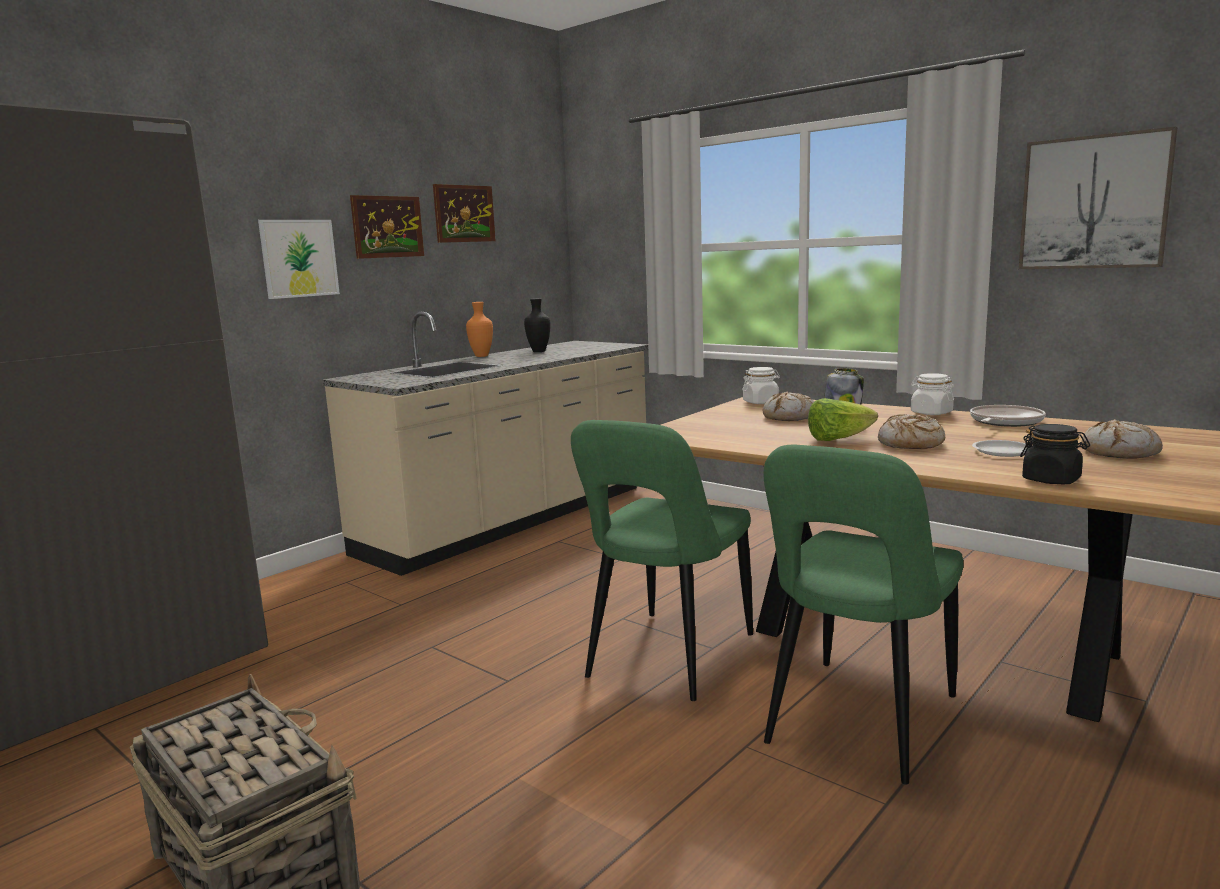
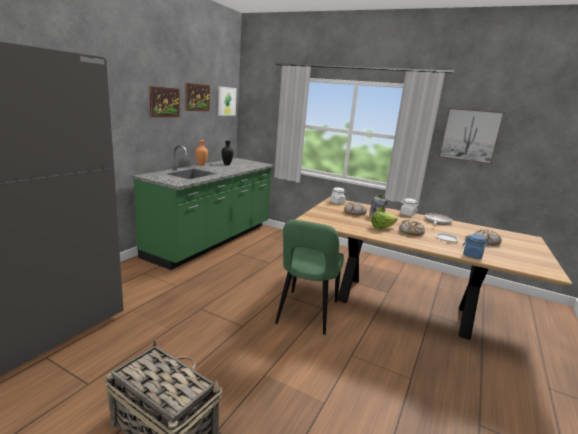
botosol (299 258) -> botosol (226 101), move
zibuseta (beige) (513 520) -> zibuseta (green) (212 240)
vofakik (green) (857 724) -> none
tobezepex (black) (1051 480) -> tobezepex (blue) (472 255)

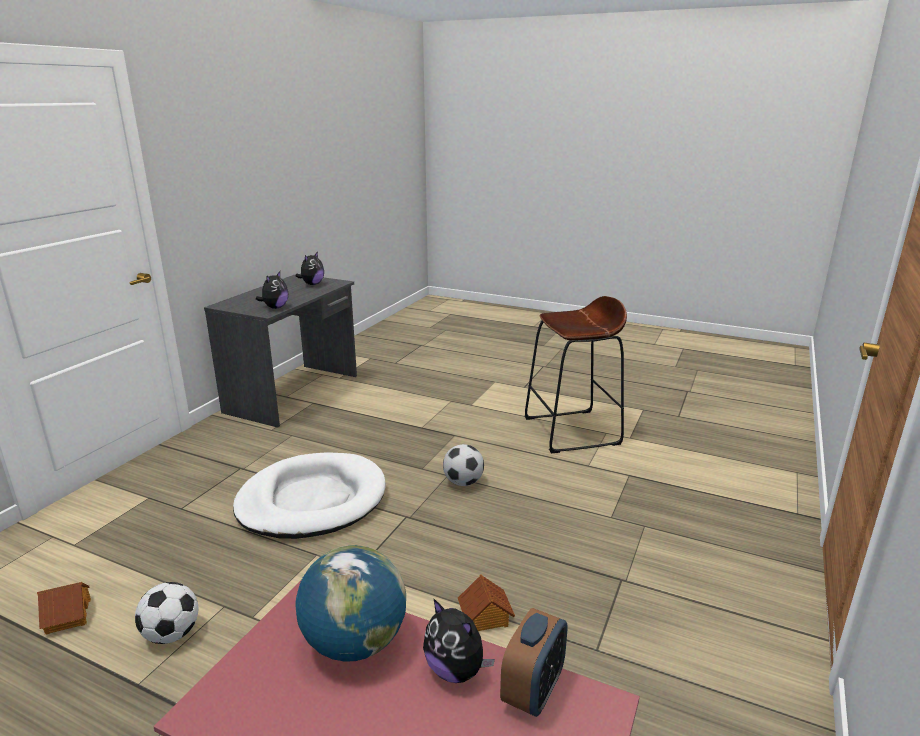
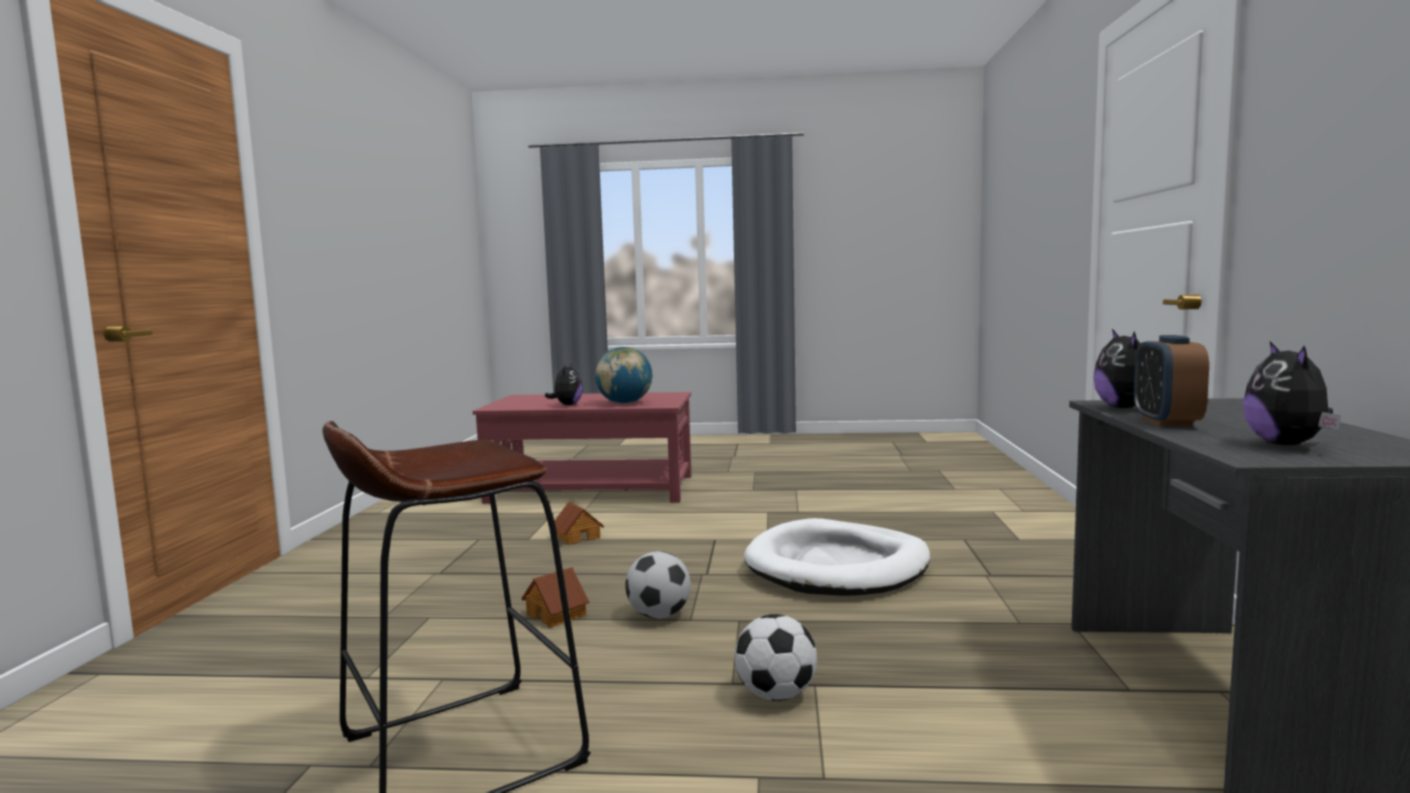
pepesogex (67 616) -> pepesogex (557 614), move
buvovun (172 634) -> buvovun (775 695), move
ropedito (456 670) -> ropedito (567 405), 75 degrees clockwise
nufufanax (533 691) -> nufufanax (1166 422), move

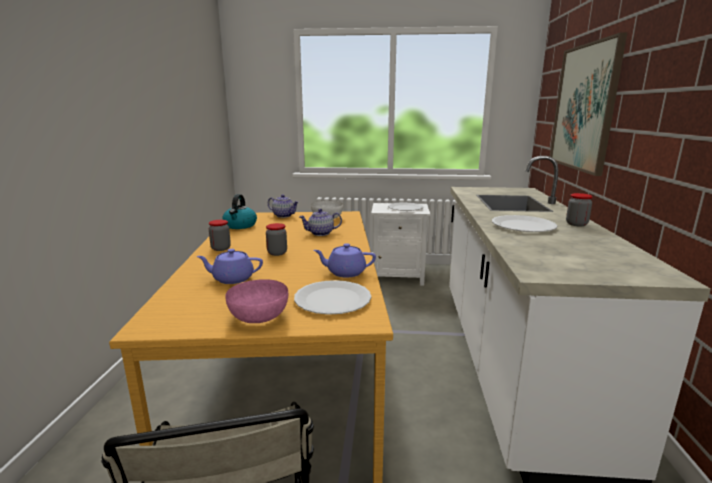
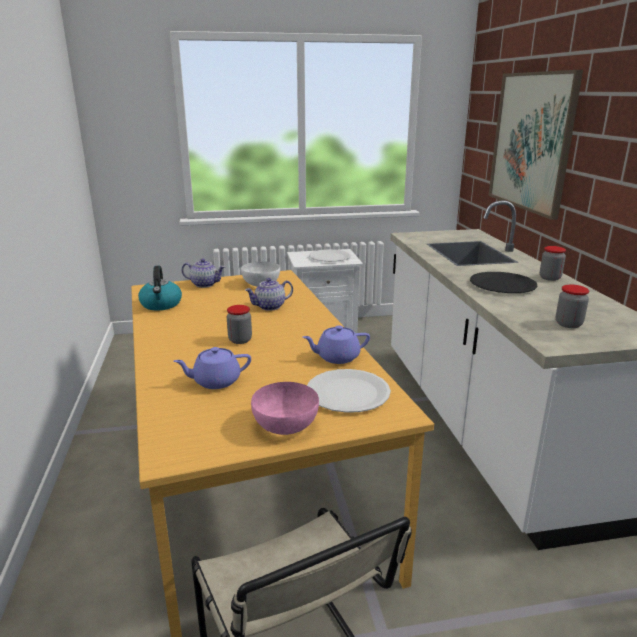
tobezepex (221 248) -> tobezepex (568 324), move
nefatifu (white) (523 226) -> nefatifu (black) (502 285)

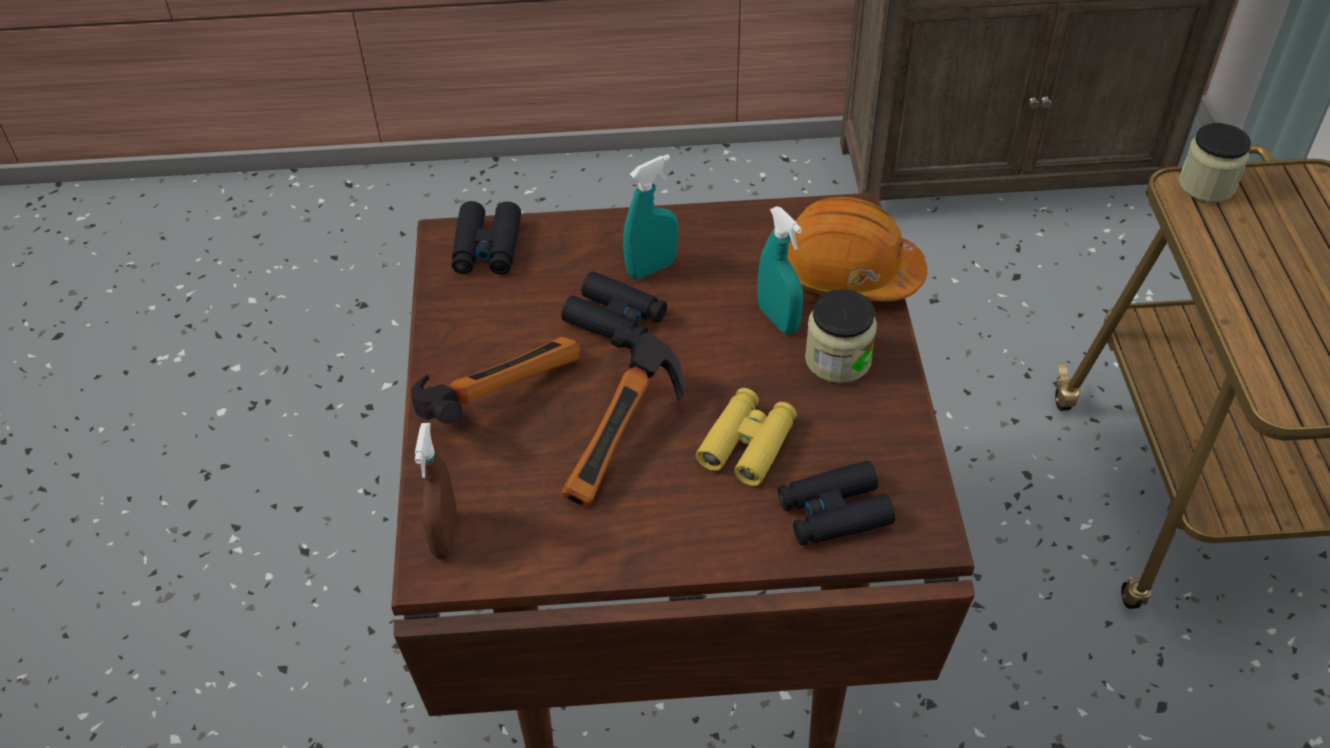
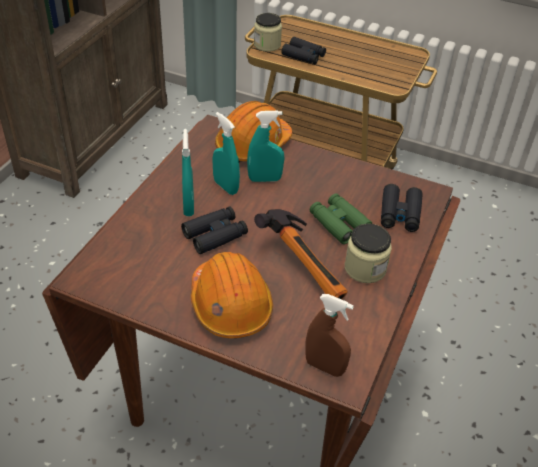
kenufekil (495 392) -> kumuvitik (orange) (230 305)
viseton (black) (487 247) -> viseton (black) (303 56), move
viseton (yellow) (747 444) -> viseton (green) (339 223)
tobezepex (838 359) -> tobezepex (365 268), move
none -> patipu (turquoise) (225 187)

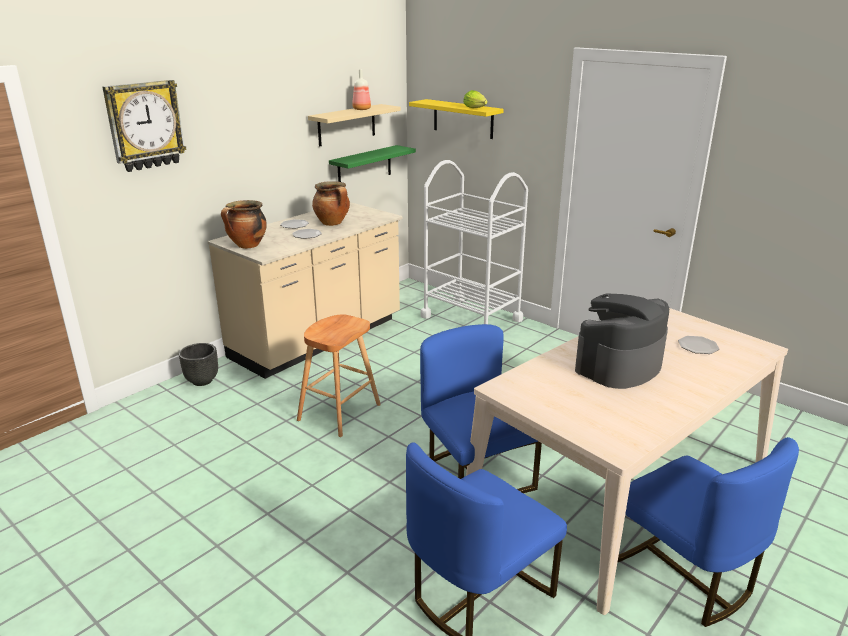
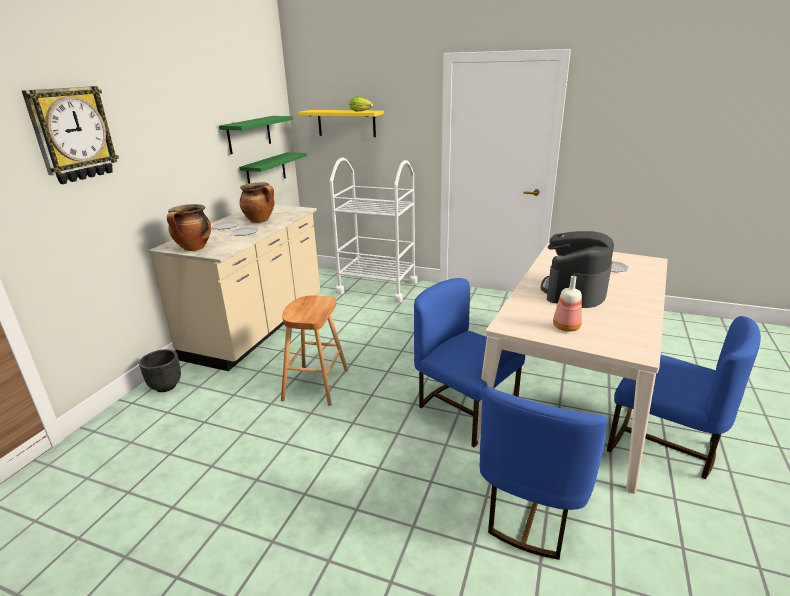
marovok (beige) (346 125) -> marovok (green) (249 134)
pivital (361 109) -> pivital (566 327), move

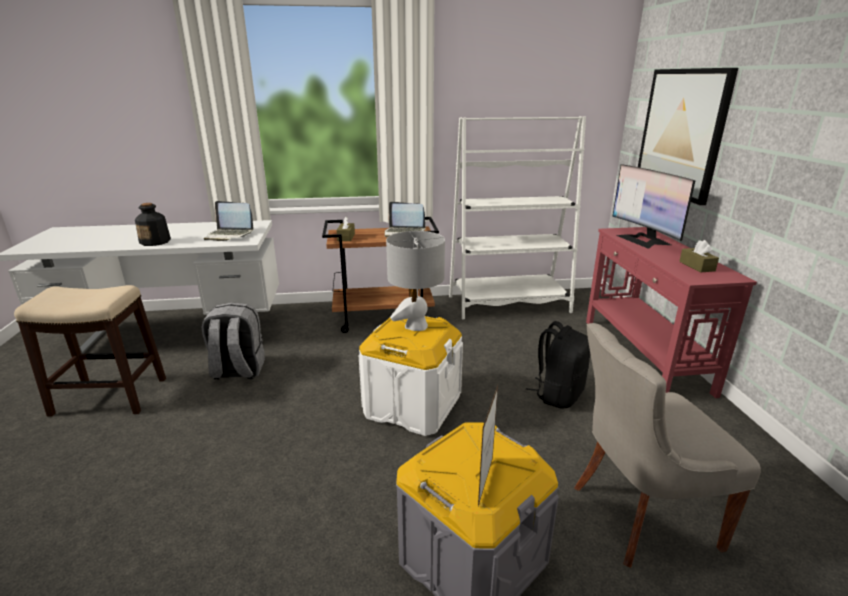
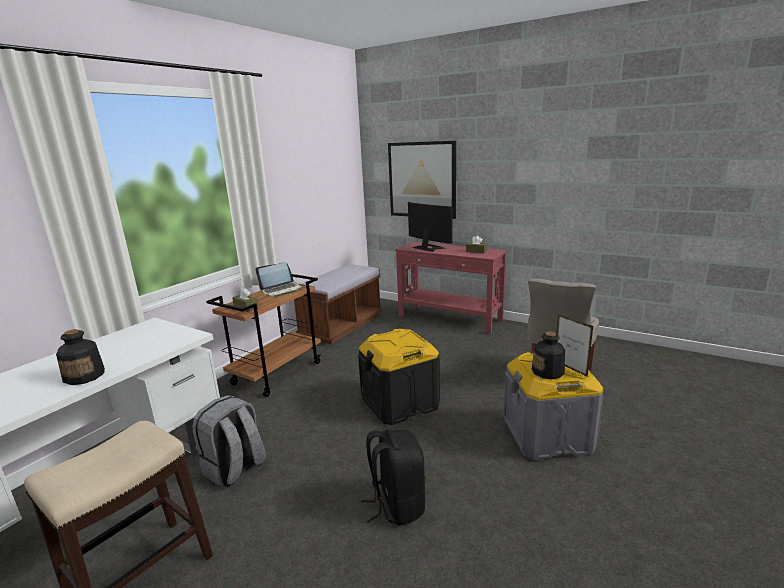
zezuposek (229 235) -> none
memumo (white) (412 405) -> memumo (black) (400 403)
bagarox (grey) (416 326) -> none
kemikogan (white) (509 304) -> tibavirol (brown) (341 326)
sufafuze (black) (558 394) -> sufafuze (black) (396 505), move
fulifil (643 240) -> fulifil (428 248), 150 degrees counterclockwise
none -> pivital (548 372)

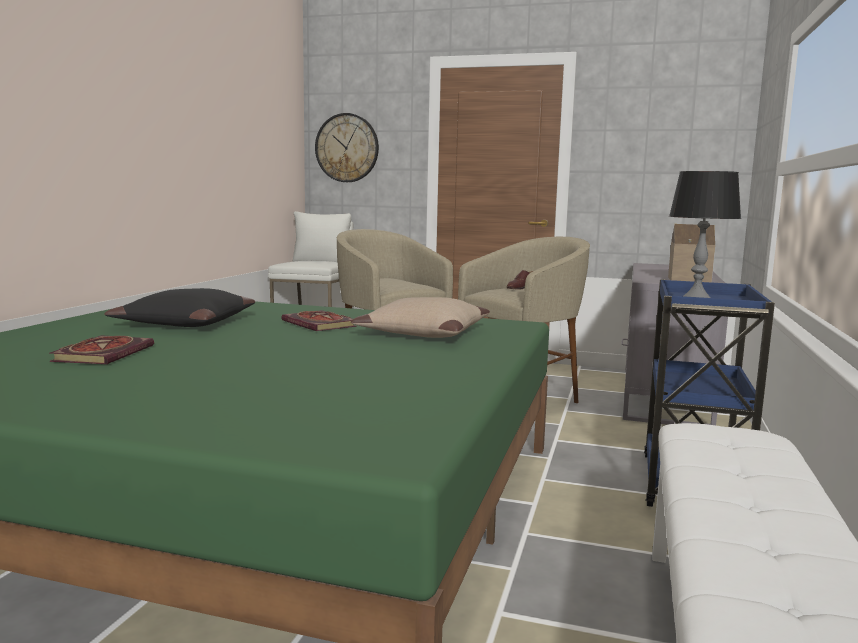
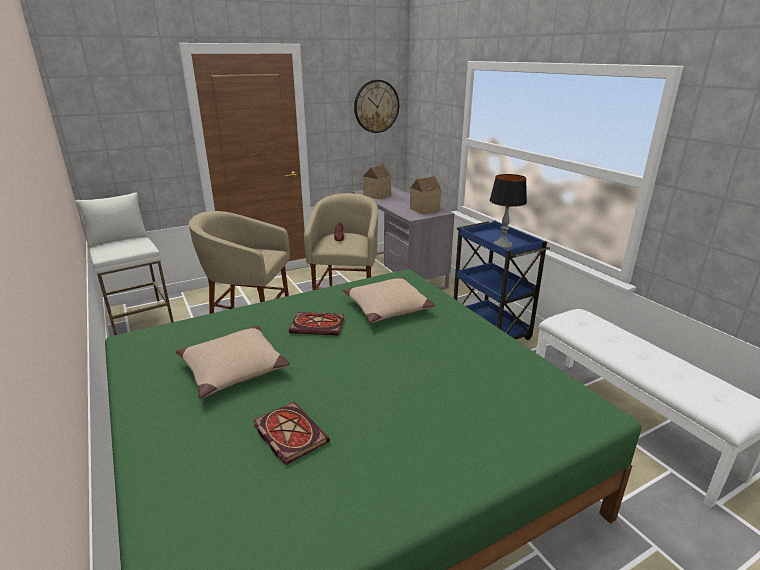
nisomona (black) (184 323) -> nisomona (beige) (234 369)
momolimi (347 148) -> momolimi (376 106), move
none -> pepesogex (376 195)

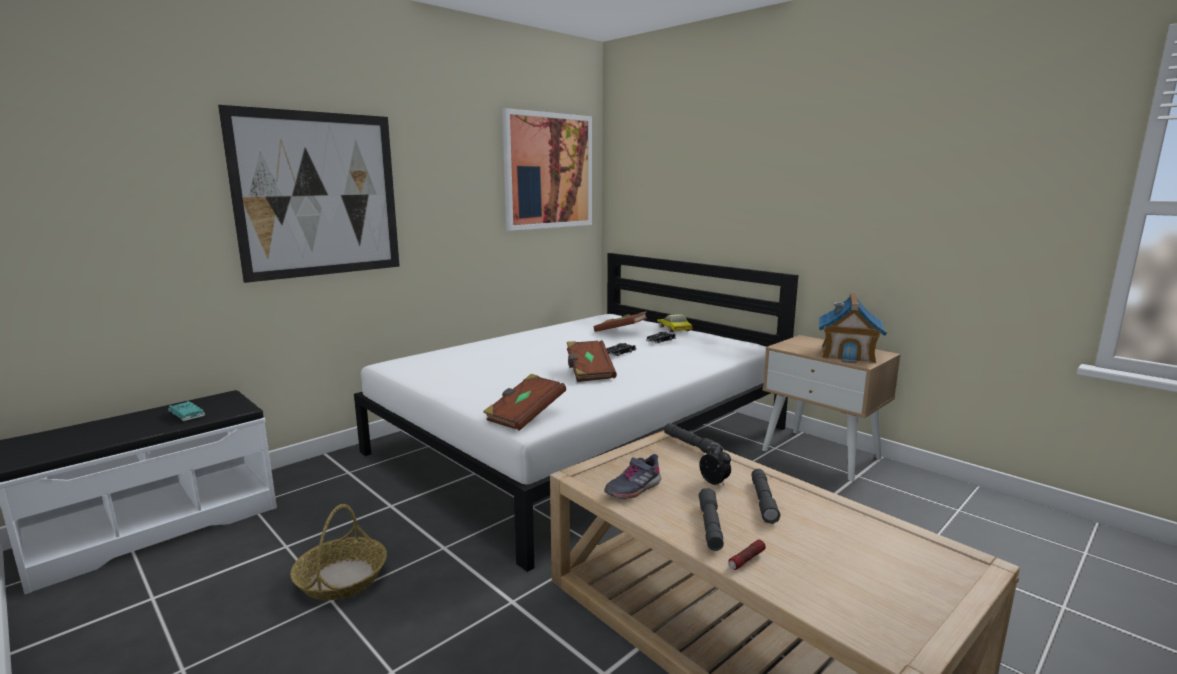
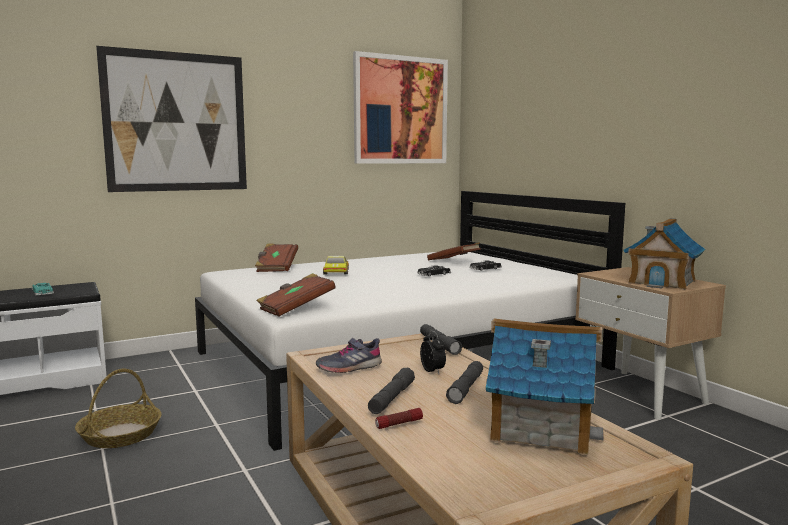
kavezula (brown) (589 372) -> kavezula (brown) (276 268), move
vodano (673 329) -> vodano (335 272), move
none -> pepesogex (540 427)

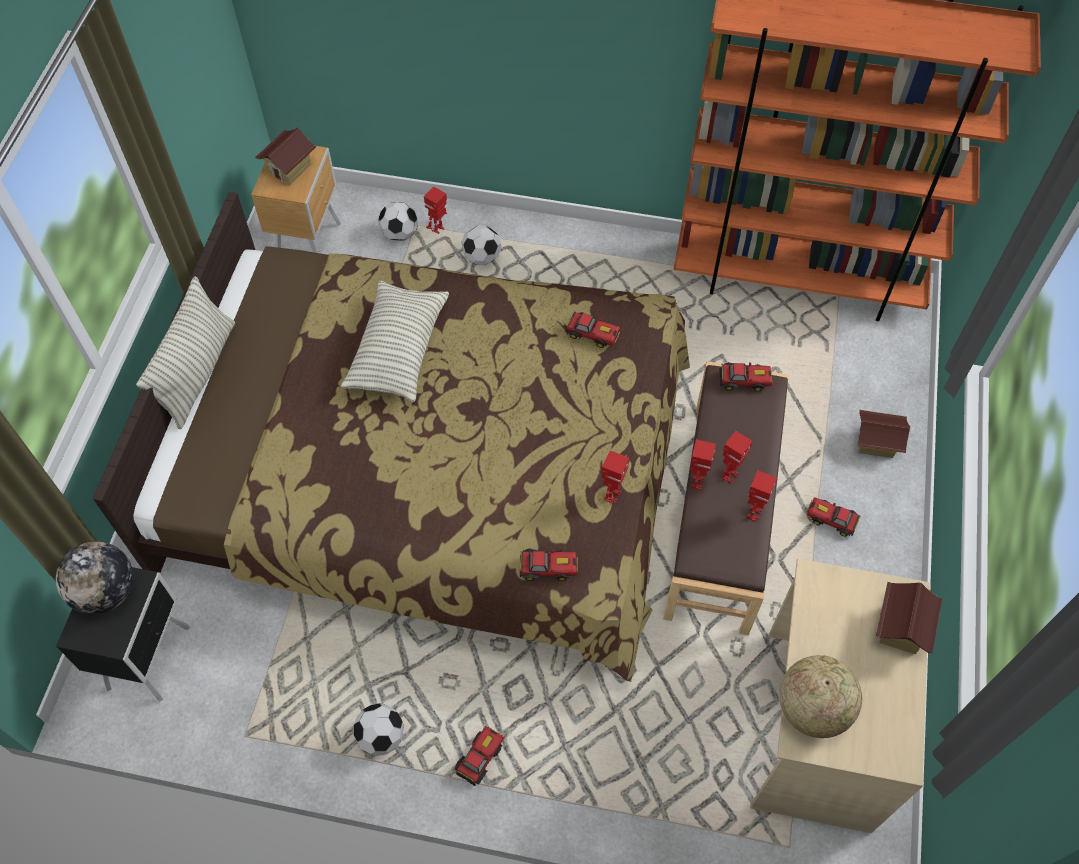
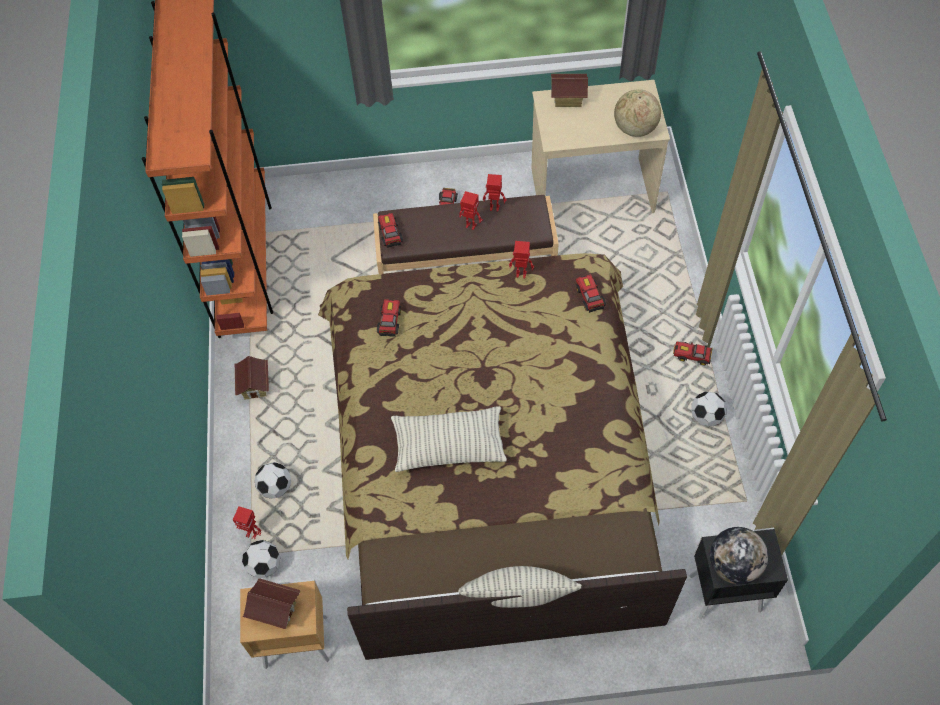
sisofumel (696 482) -> none
pepesogex (876 444) -> pepesogex (255 386), move

